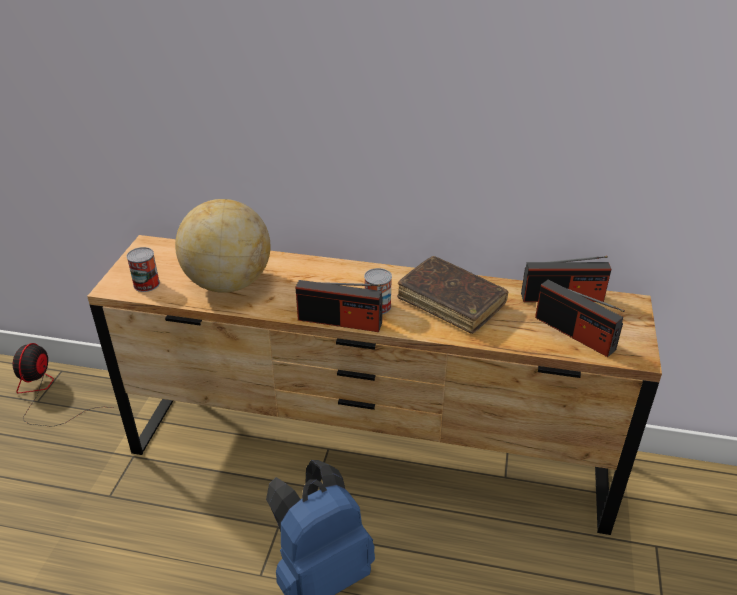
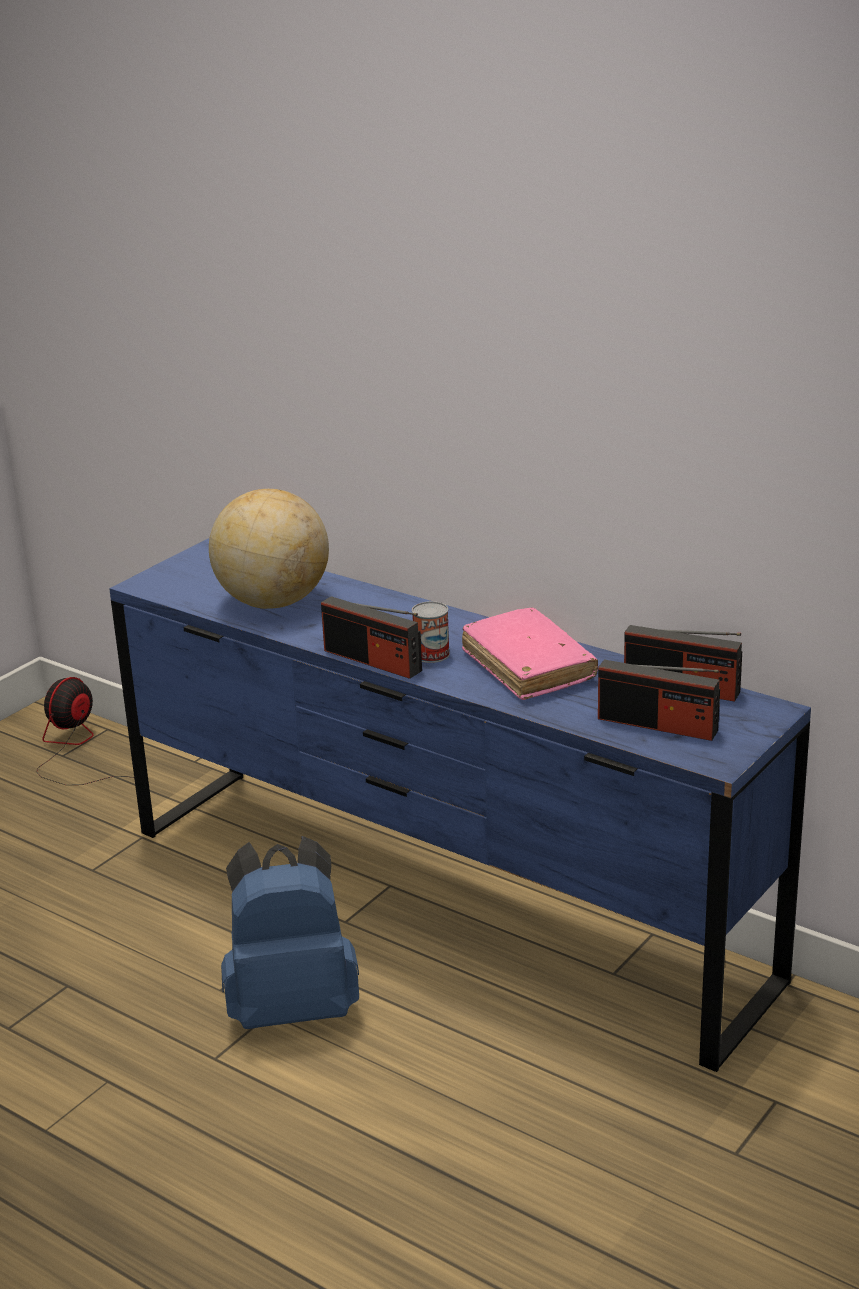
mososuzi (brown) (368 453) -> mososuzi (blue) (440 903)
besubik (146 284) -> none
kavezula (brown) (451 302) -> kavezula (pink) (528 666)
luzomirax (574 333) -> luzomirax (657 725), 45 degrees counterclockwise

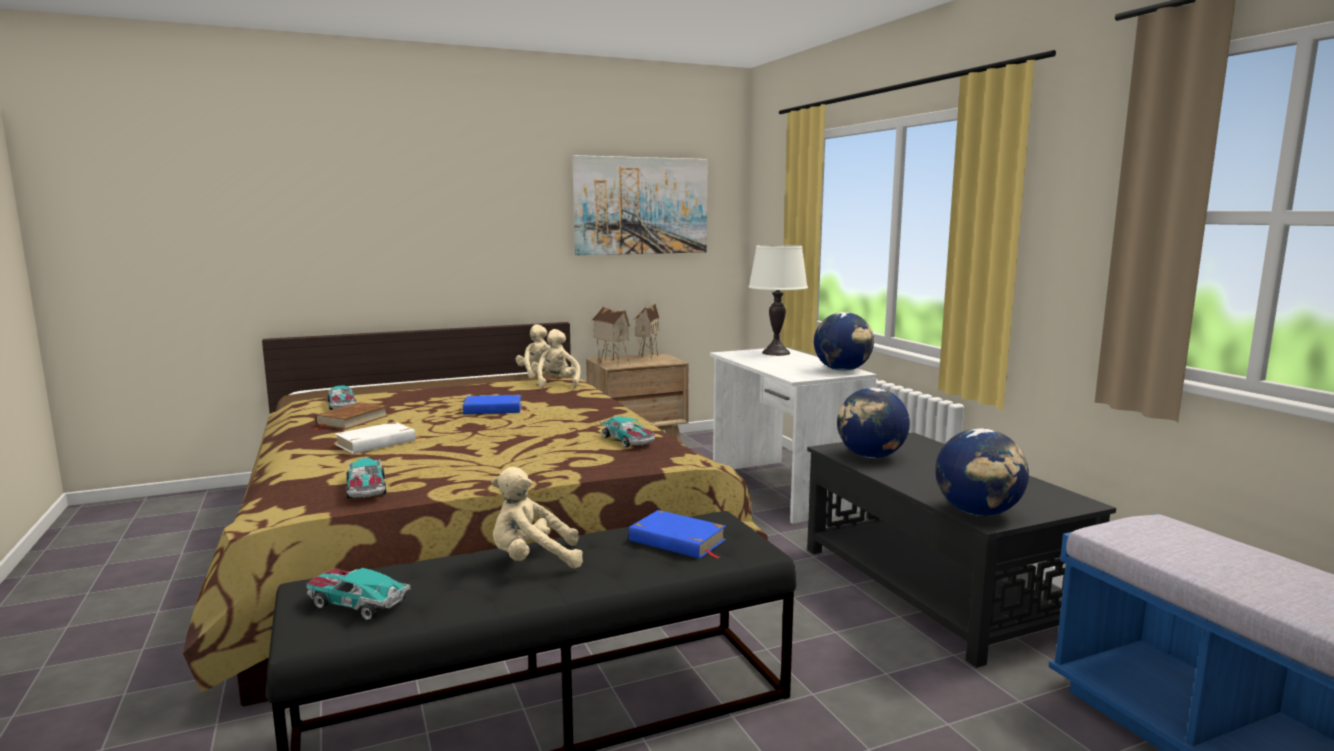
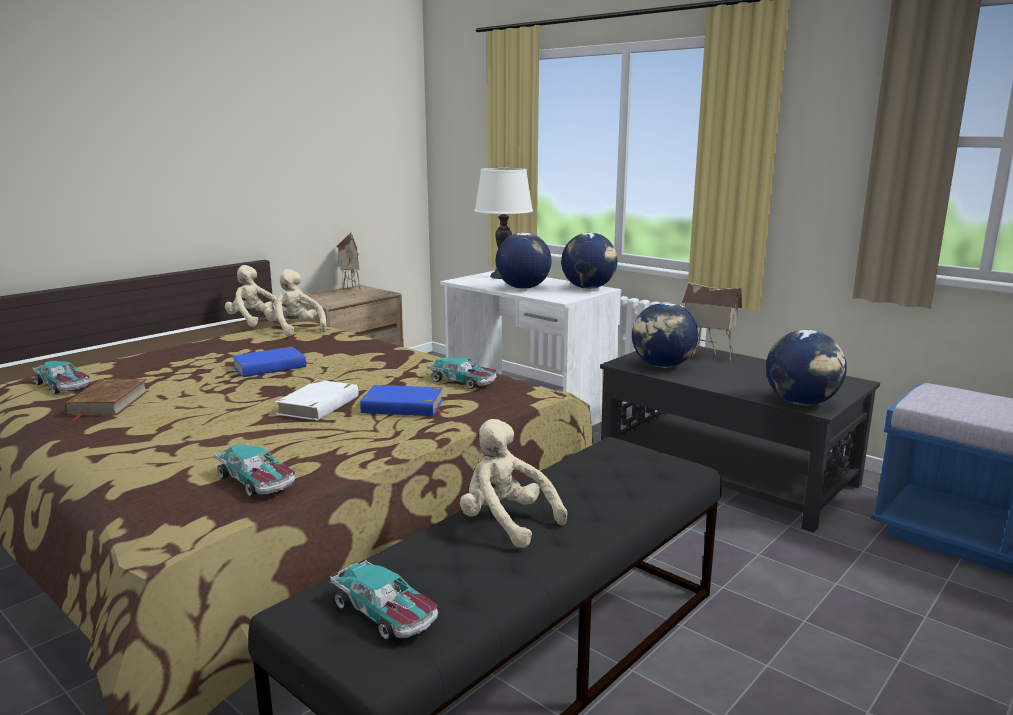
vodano (357 603) -> vodano (385 613), 135 degrees counterclockwise
kavezula (white) (376 443) -> kavezula (white) (319 405), move
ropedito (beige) (533 561) -> ropedito (beige) (506 523), 75 degrees clockwise
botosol (641 206) -> none
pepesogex (611 363) -> pepesogex (707 356), move
kavezula (blue) (677 541) -> kavezula (blue) (403 407), move
none -> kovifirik (523 288)

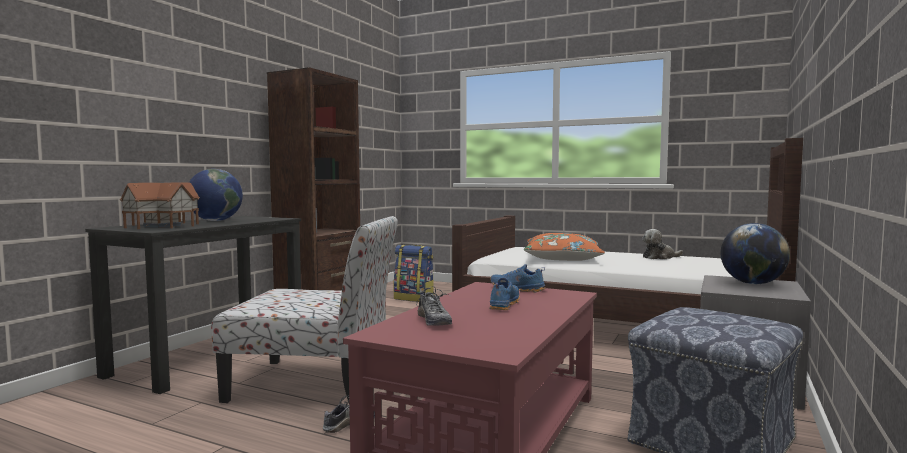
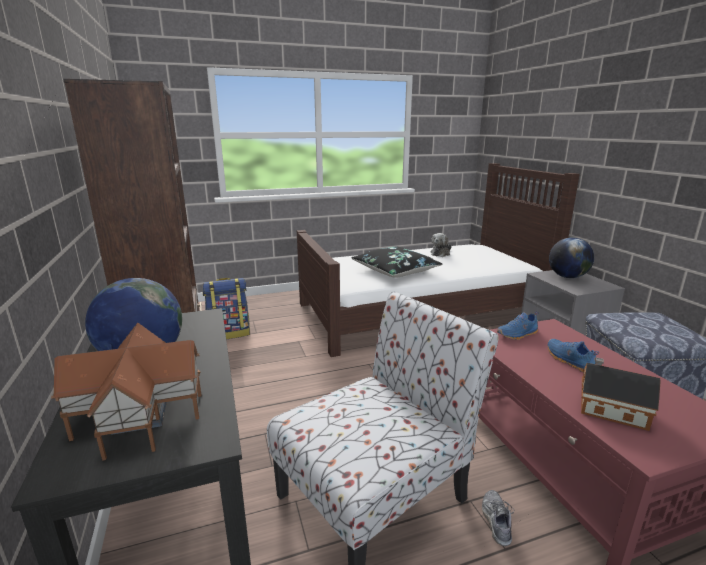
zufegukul (433 321) -> pepesogex (609 409)
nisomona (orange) (562 258) -> nisomona (black) (395 270)

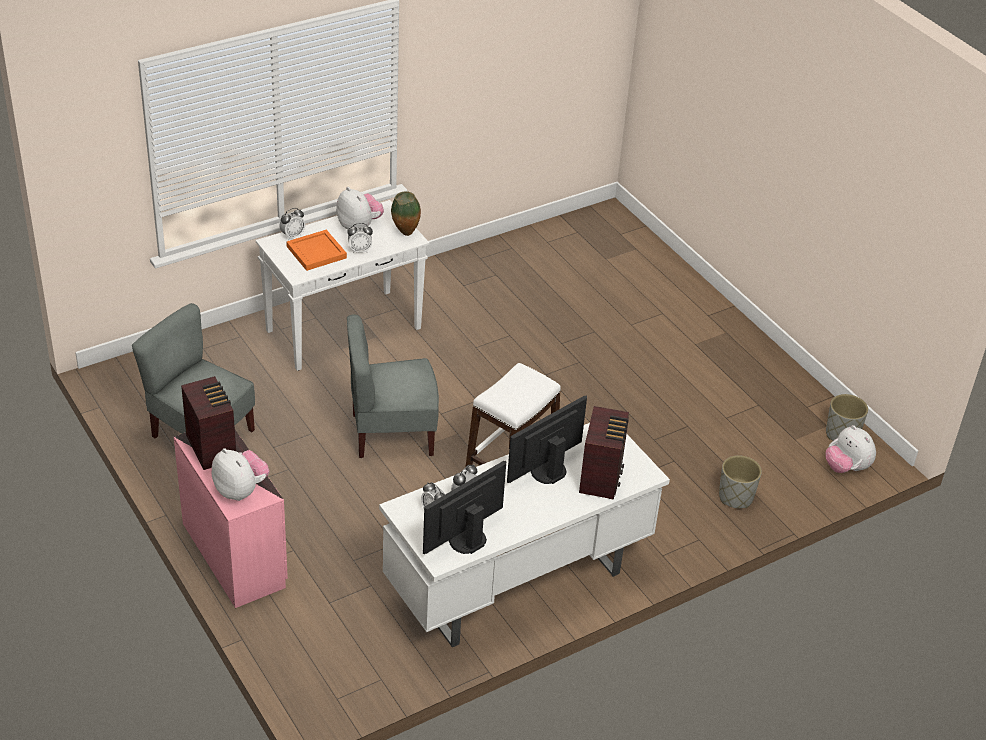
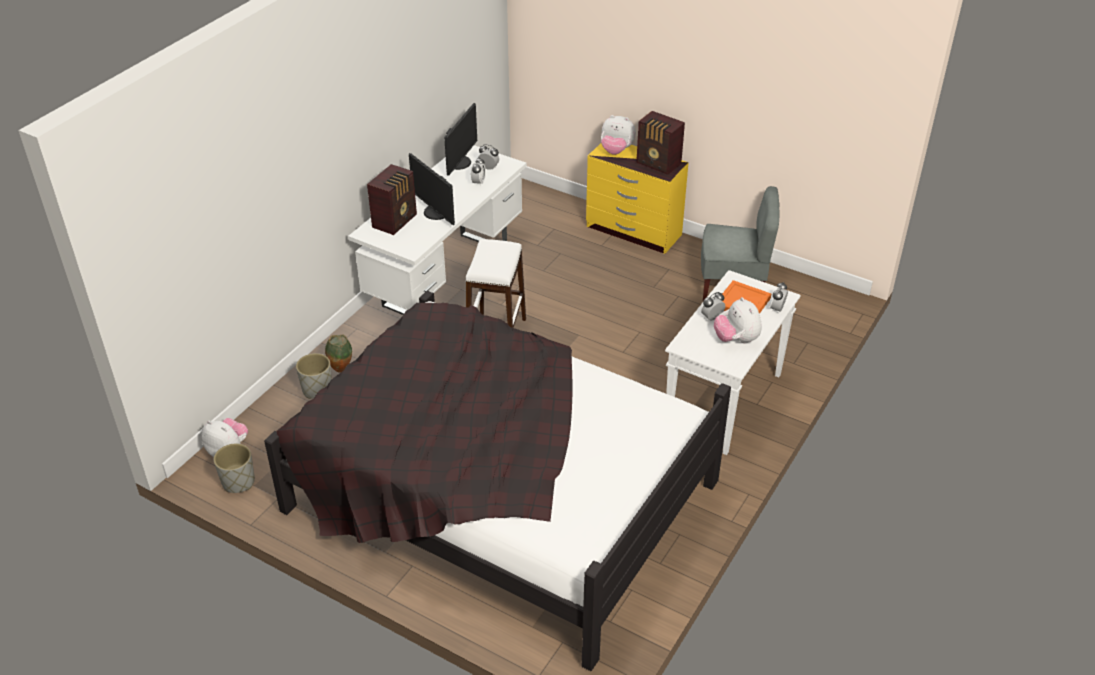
mososuzi (pink) (235 554) -> mososuzi (yellow) (633 231)
ropedito (359 226) -> ropedito (736 339), 45 degrees clockwise
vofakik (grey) (391 433) -> none
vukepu (405 234) -> vukepu (341 369), move
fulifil (547 470) -> fulifil (435 212), 120 degrees clockwise
luzomirax (601 477) -> luzomirax (396 221), 135 degrees counterclockwise
none -> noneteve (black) (498 496)

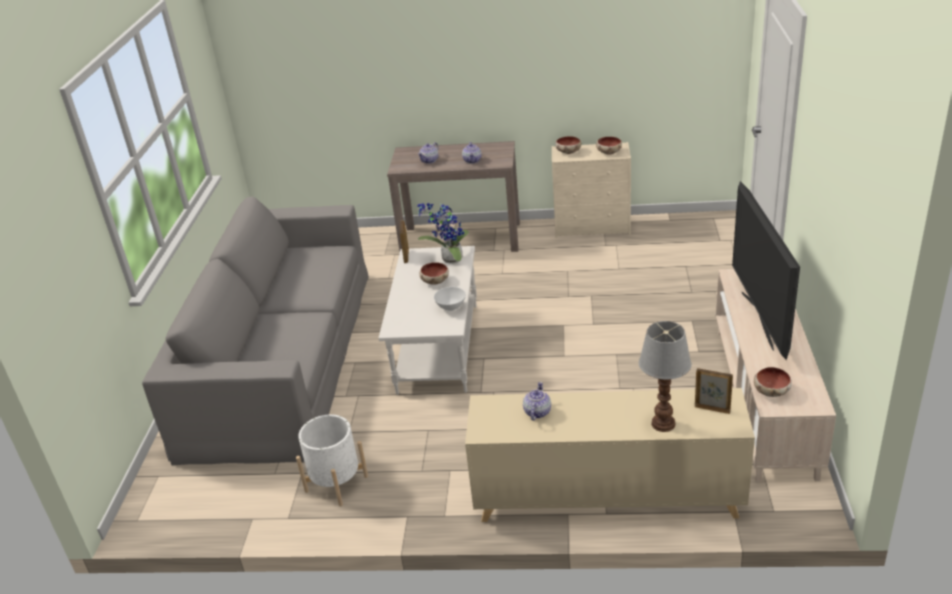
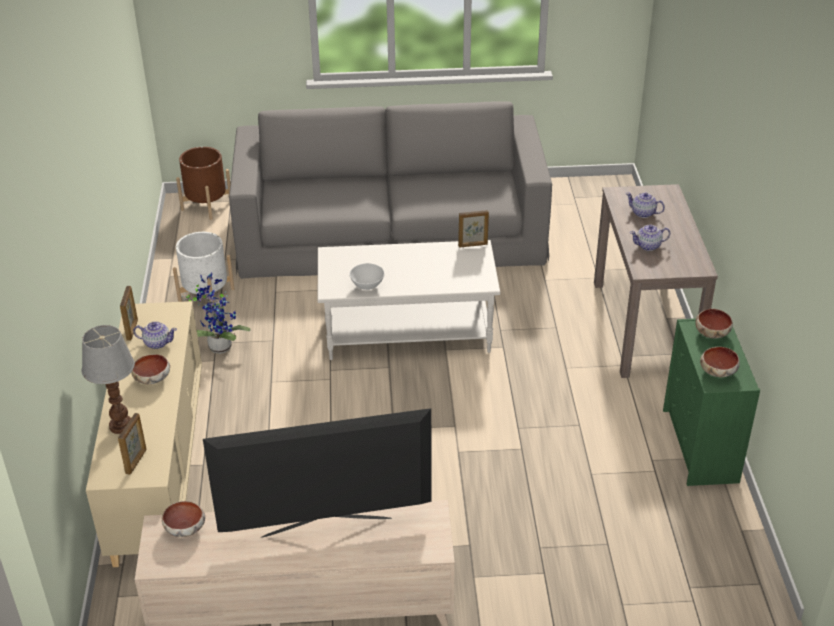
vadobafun (449 260) -> vadobafun (219 345), move
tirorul (434 281) -> tirorul (153 378), move
mososuzi (beige) (593 227) -> mososuzi (green) (700 446)
none -> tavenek (132 330)
none -> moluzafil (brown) (207 205)

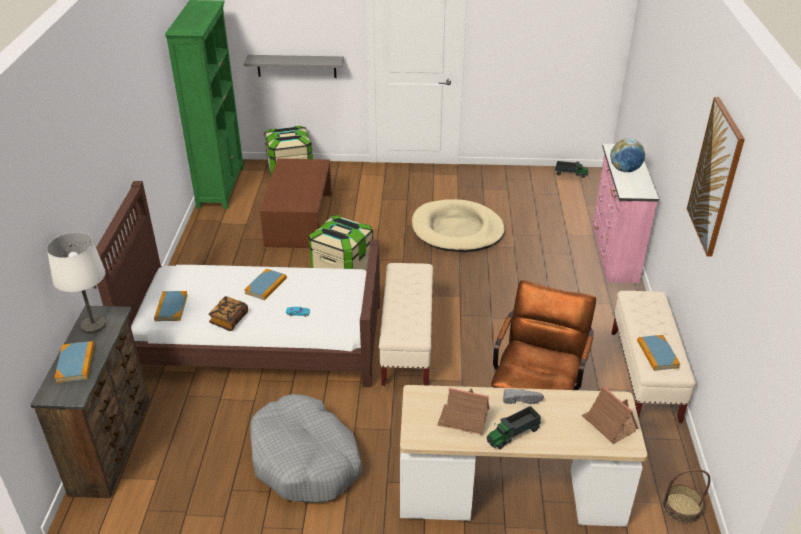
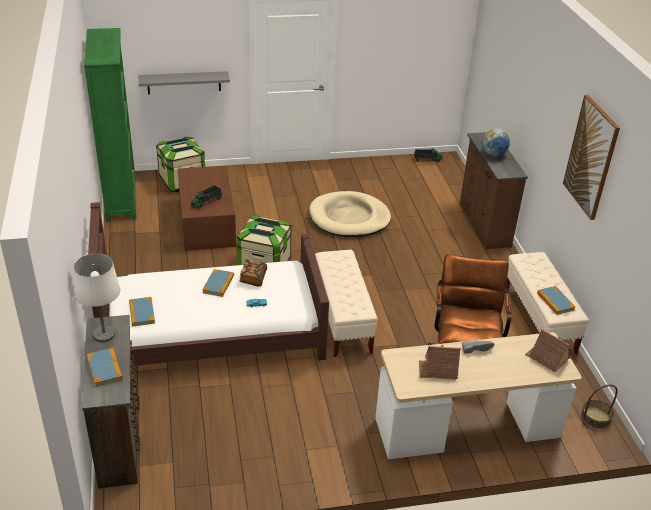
kavezula (229 320) -> kavezula (253 278), move
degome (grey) (305 460) -> none
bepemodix (513 434) -> bepemodix (206 202), move
mososuzi (pink) (613 253) -> mososuzi (brown) (483 224)

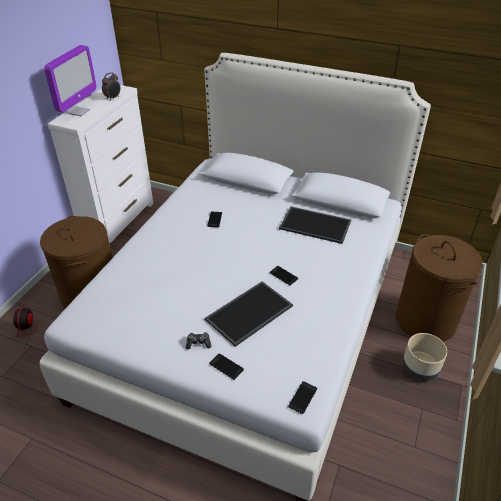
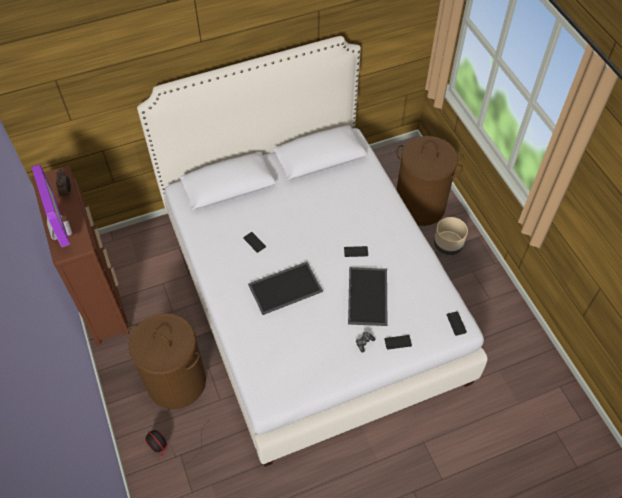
mososuzi (white) (120 222) -> mososuzi (brown) (102 298)
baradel (316 224) -> baradel (285 287), move

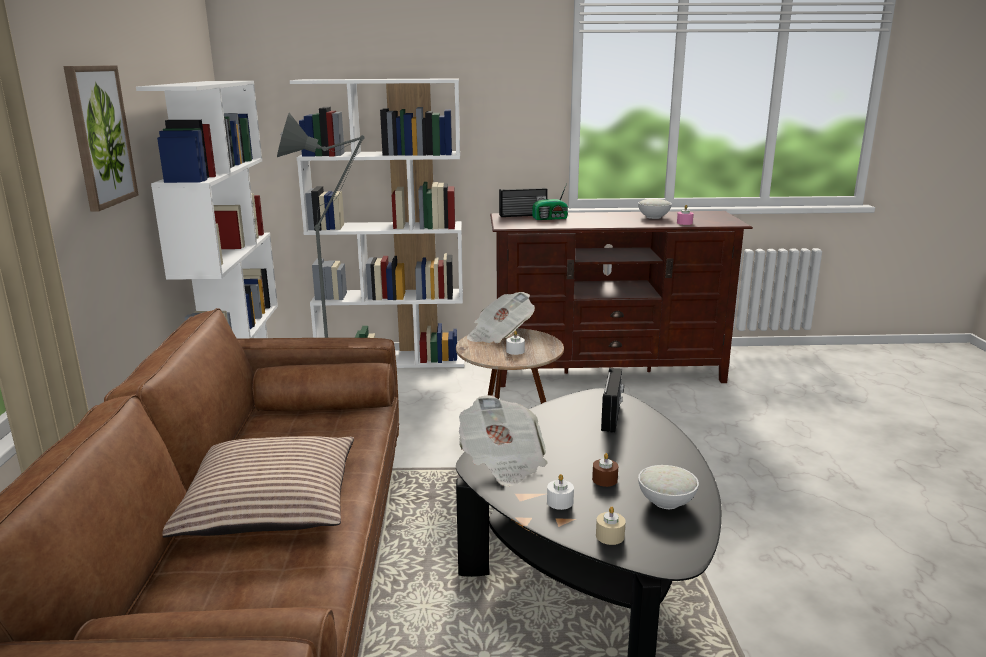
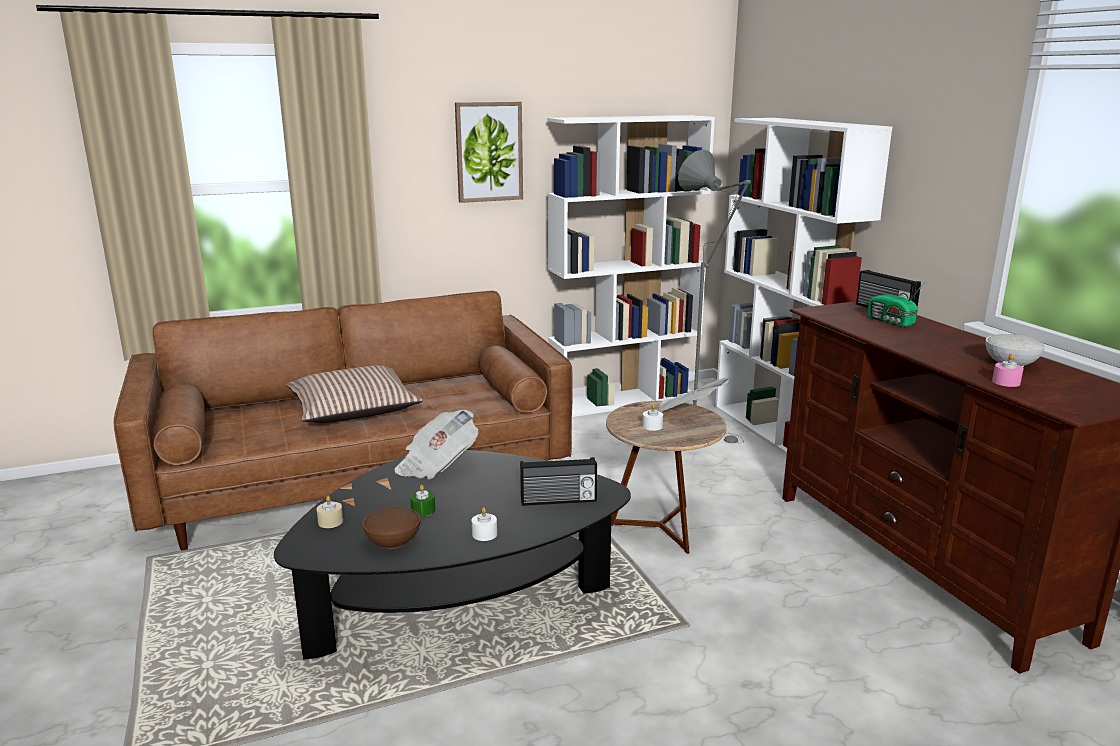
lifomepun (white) (560 502) -> lifomepun (white) (484 534), move
lifomepun (brown) (604 479) -> lifomepun (green) (423 510)
tirorul (white) (667 501) -> tirorul (brown) (393 542)

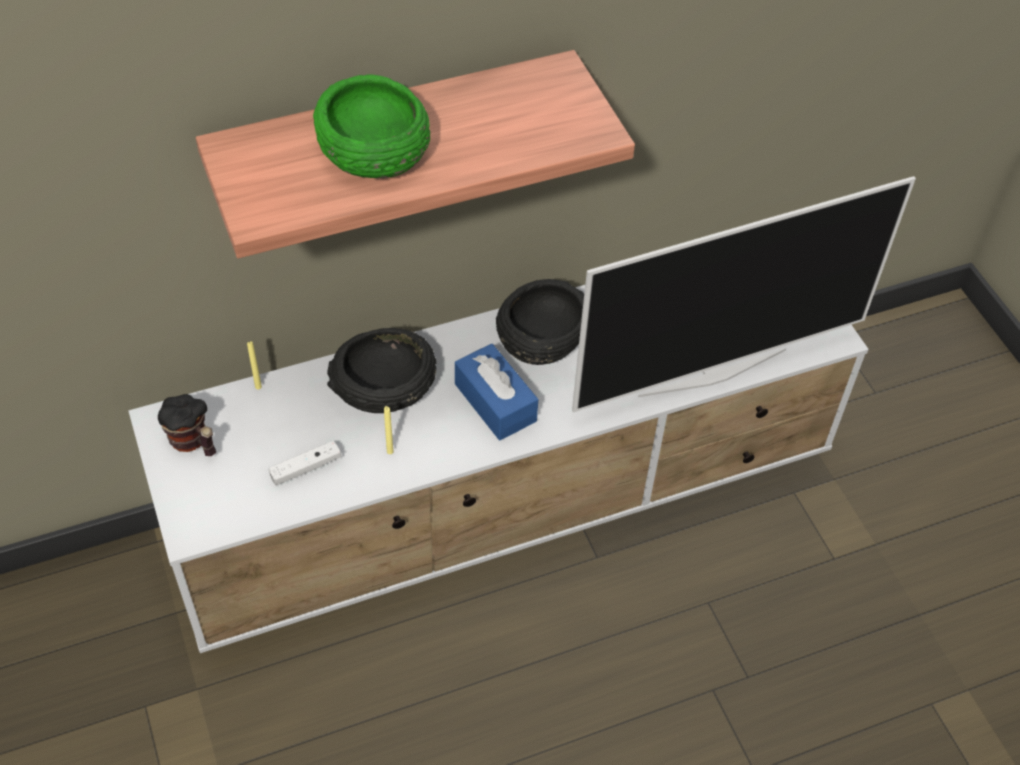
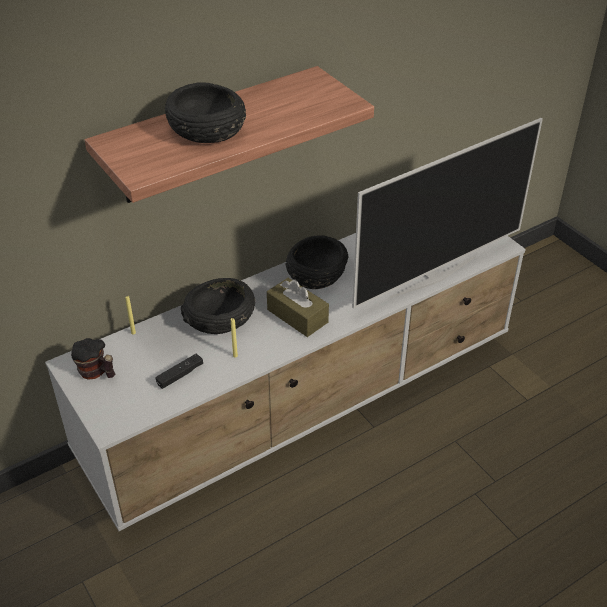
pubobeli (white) (306 468) -> pubobeli (black) (180 375)
tirorul (green) (371 150) -> tirorul (black) (205 130)
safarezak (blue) (495 402) -> safarezak (brown) (297 316)

